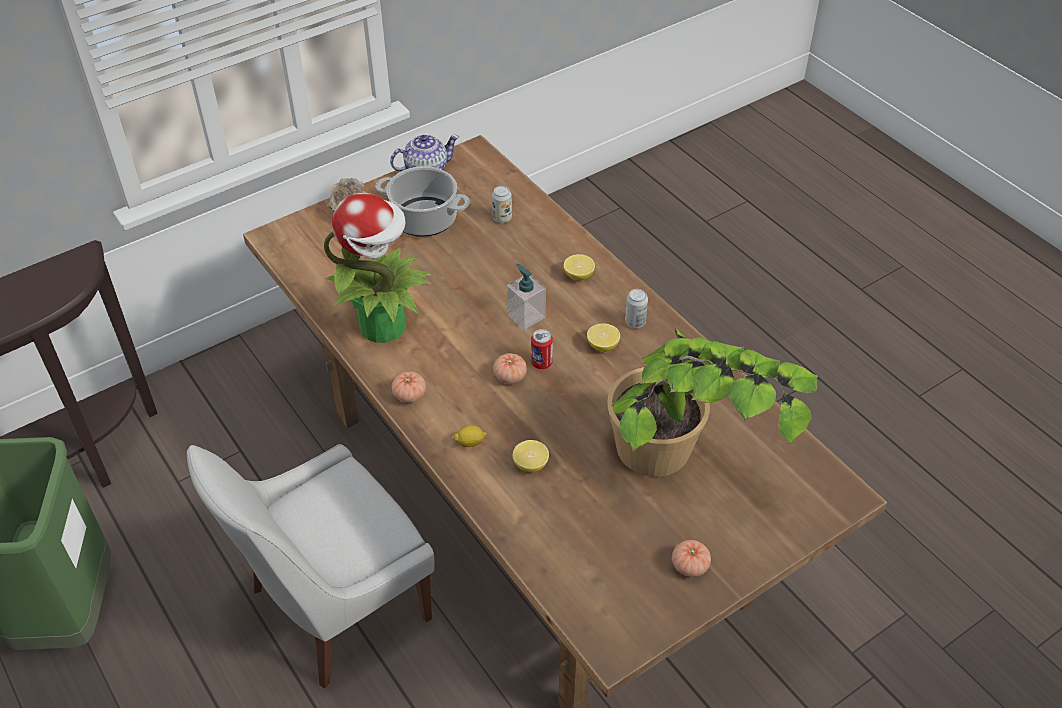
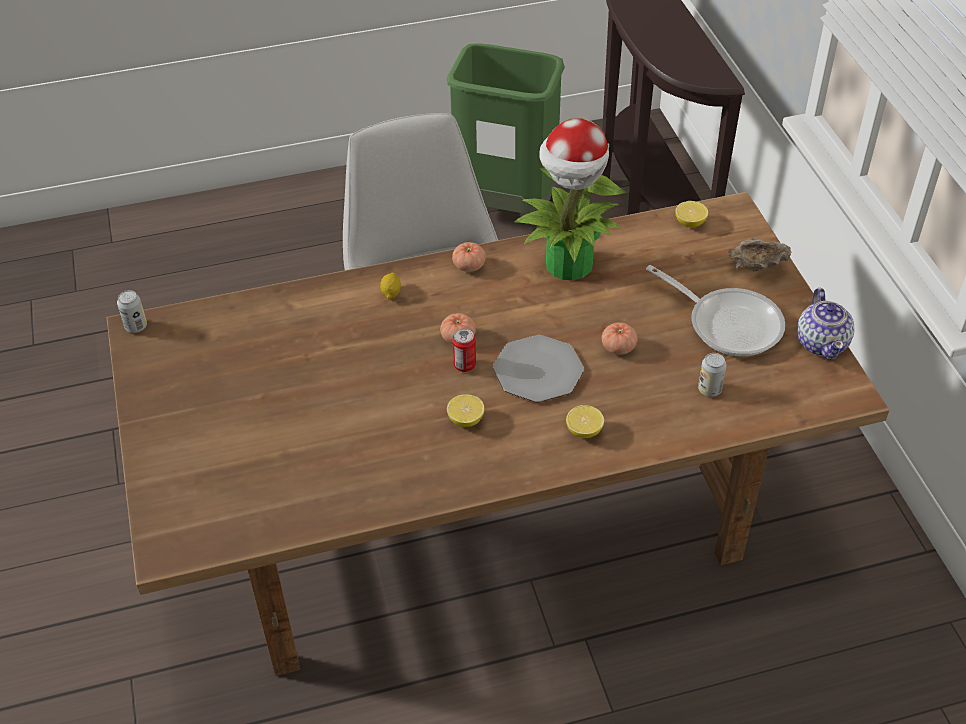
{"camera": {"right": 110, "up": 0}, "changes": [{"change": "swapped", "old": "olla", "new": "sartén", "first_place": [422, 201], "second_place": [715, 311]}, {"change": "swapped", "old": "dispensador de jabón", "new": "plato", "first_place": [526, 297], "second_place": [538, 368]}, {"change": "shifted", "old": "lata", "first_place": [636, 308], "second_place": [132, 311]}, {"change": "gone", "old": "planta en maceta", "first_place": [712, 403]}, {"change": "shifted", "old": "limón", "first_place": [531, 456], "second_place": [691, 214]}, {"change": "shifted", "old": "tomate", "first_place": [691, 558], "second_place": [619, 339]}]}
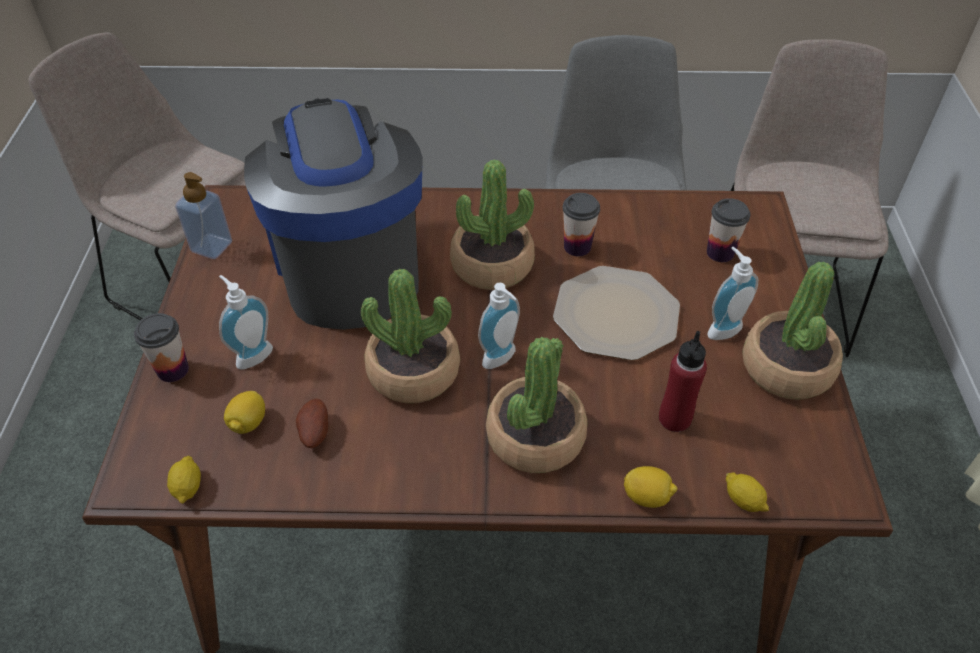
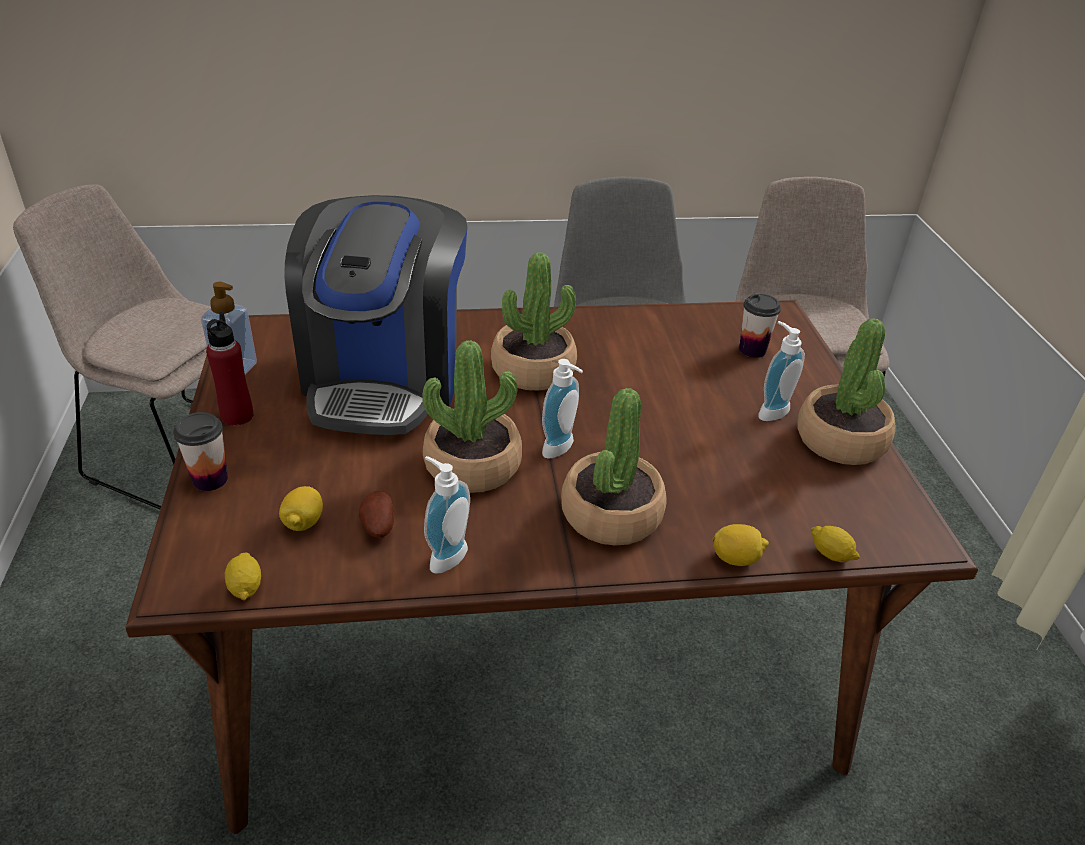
{"camera": {"right": -10, "up": -10}, "changes": [{"change": "rotated", "old": "cafetera", "first_place": [333, 214], "second_place": [375, 315], "degrees": -150}, {"change": "gone", "old": "taza", "first_place": [581, 224]}, {"change": "gone", "old": "plato", "first_place": [616, 313]}, {"change": "shifted", "old": "dispensador de jabón", "first_place": [246, 322], "second_place": [447, 515]}, {"change": "shifted", "old": "botella [rojo]", "first_place": [683, 381], "second_place": [229, 369]}]}
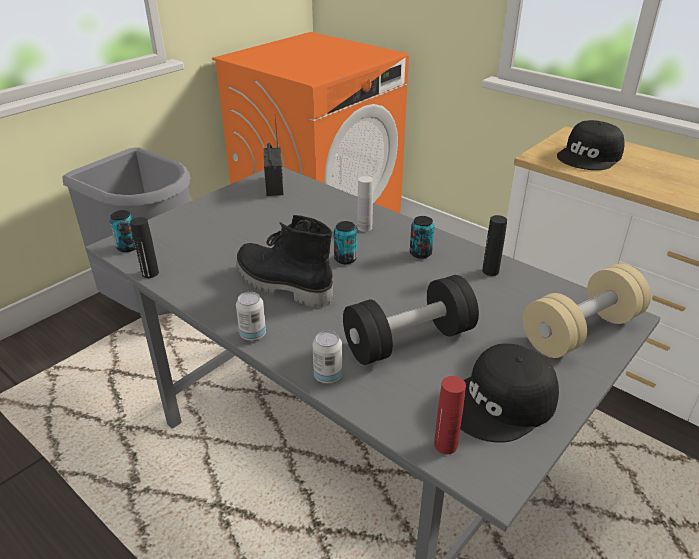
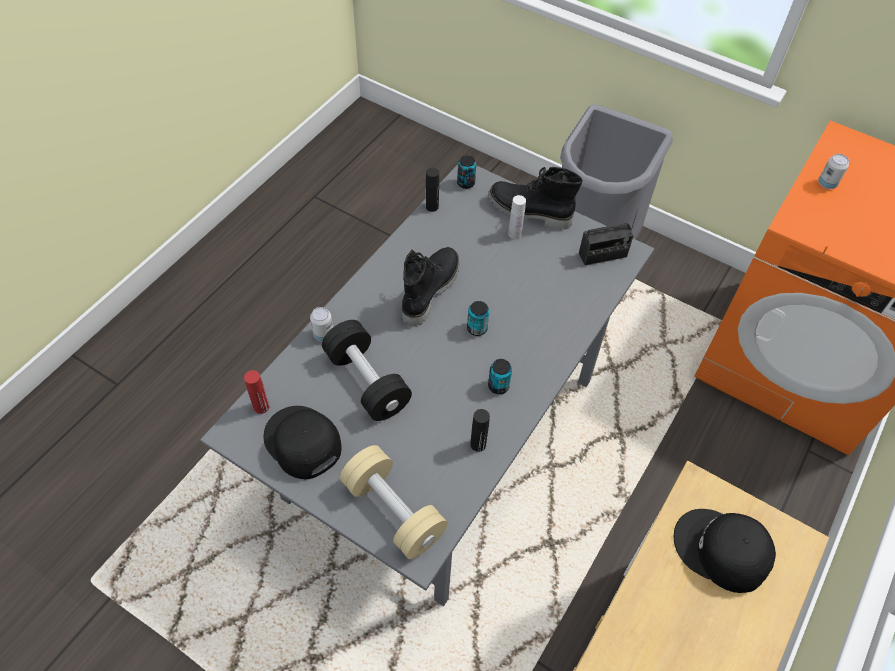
{"camera": {"right": 80, "up": 20}, "changes": [{"change": "shifted", "old": "botella [blanco]", "first_place": [365, 204], "second_place": [517, 217]}, {"change": "shifted", "old": "lata", "first_place": [251, 316], "second_place": [833, 171]}, {"change": "new", "new": "bota [negro]", "second_place": [535, 198]}]}
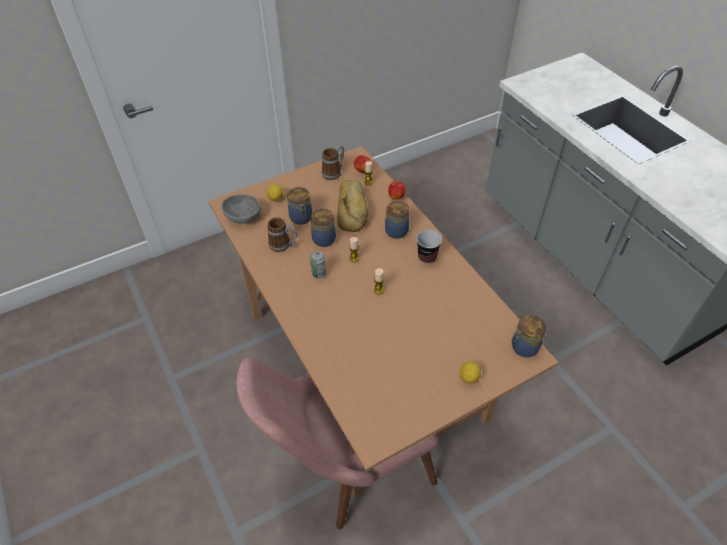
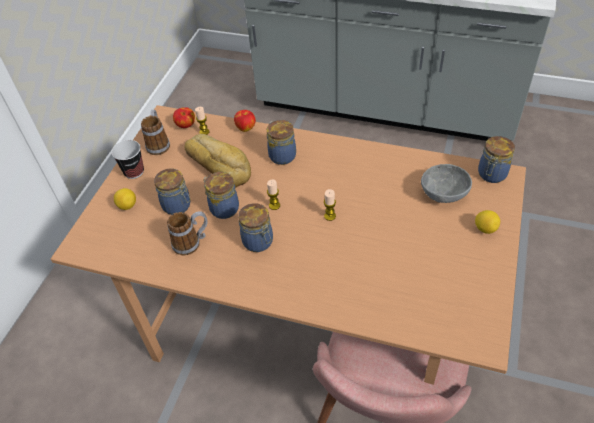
{"camera": {"right": -40, "up": 0}, "changes": [{"change": "shifted", "old": "cuenco [gris]", "first_place": [241, 209], "second_place": [446, 183]}, {"change": "shifted", "old": "taza", "first_place": [429, 247], "second_place": [127, 159]}, {"change": "swapped", "old": "lata", "new": "tarro", "first_place": [318, 265], "second_place": [255, 227]}]}
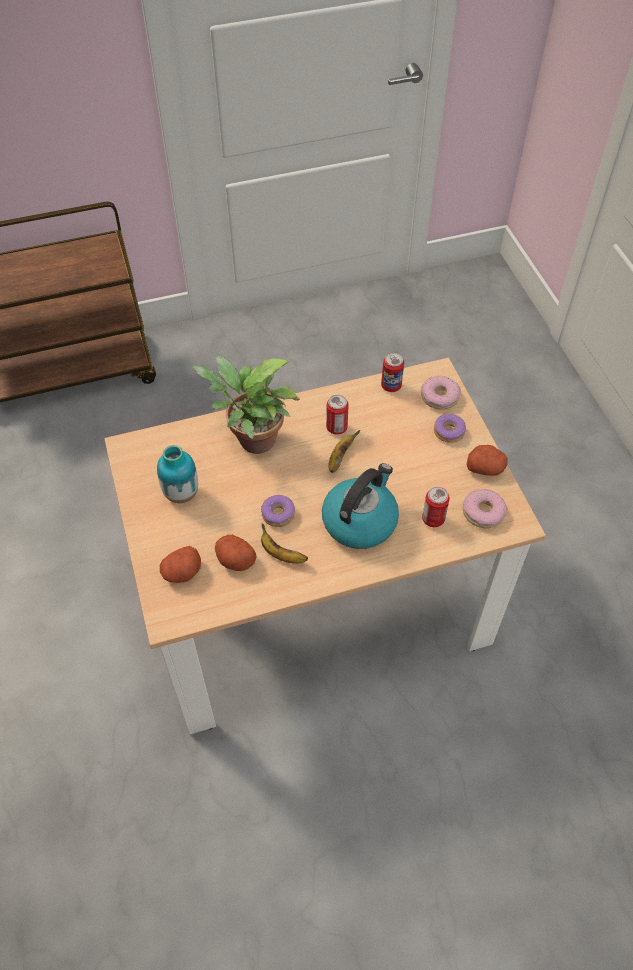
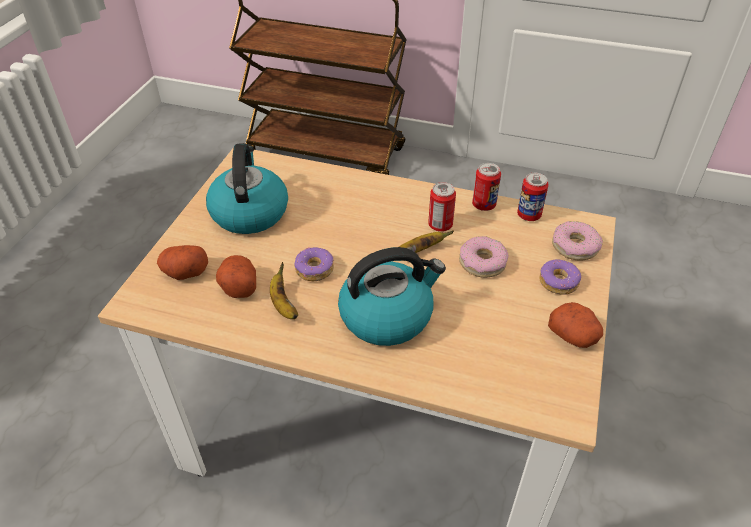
{"camera": {"right": 35, "up": -10}, "changes": [{"change": "gone", "old": "planta en maceta", "first_place": [246, 405]}, {"change": "swapped", "old": "florero", "new": "hervidor", "first_place": [177, 474], "second_place": [247, 188]}, {"change": "shifted", "old": "lata", "first_place": [436, 507], "second_place": [486, 187]}, {"change": "shifted", "old": "rosquilla", "first_place": [485, 508], "second_place": [484, 257]}]}
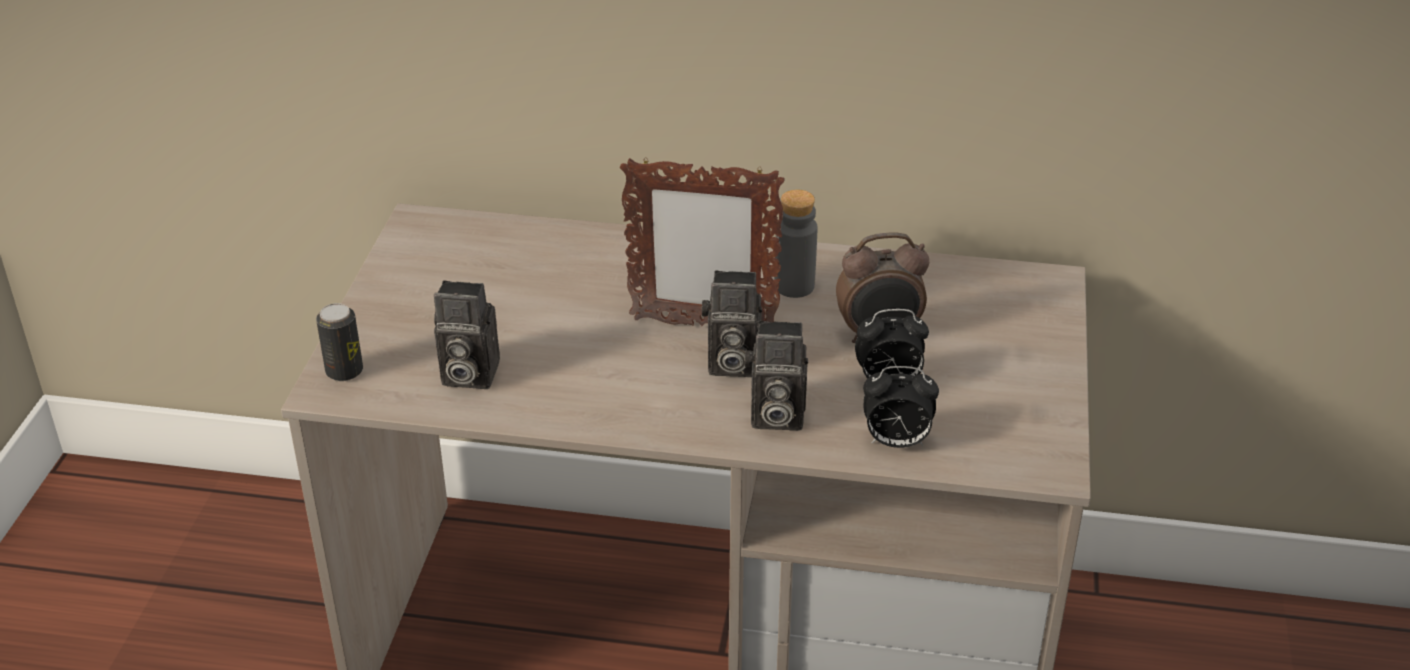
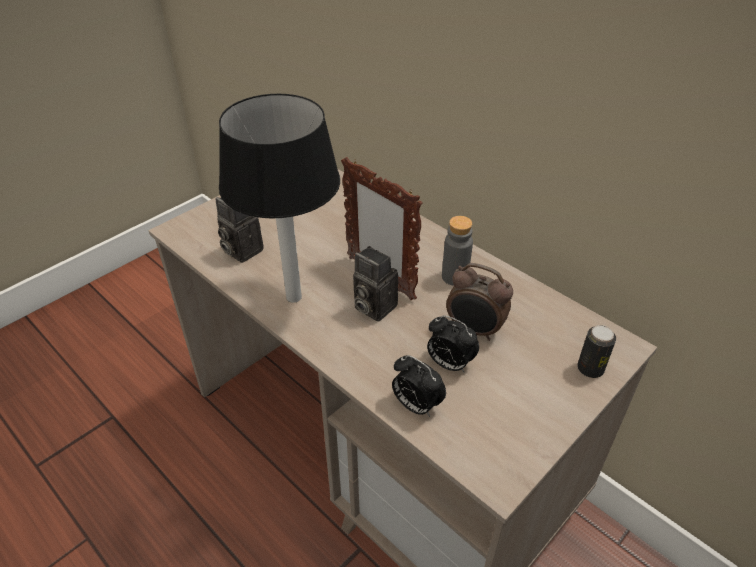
{"camera": {"right": 35, "up": 5}, "changes": [{"change": "shifted", "old": "lata", "first_place": [339, 342], "second_place": [596, 351]}, {"change": "gone", "old": "cámara", "first_place": [776, 376]}, {"change": "new", "new": "lámpara de mesa", "second_place": [279, 198]}]}
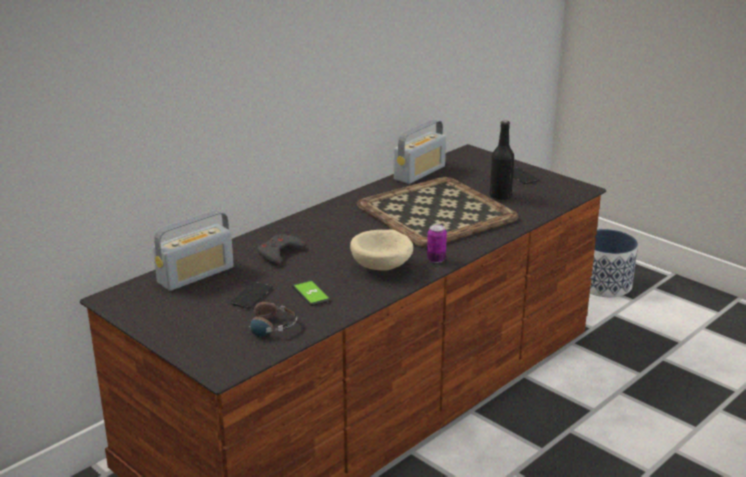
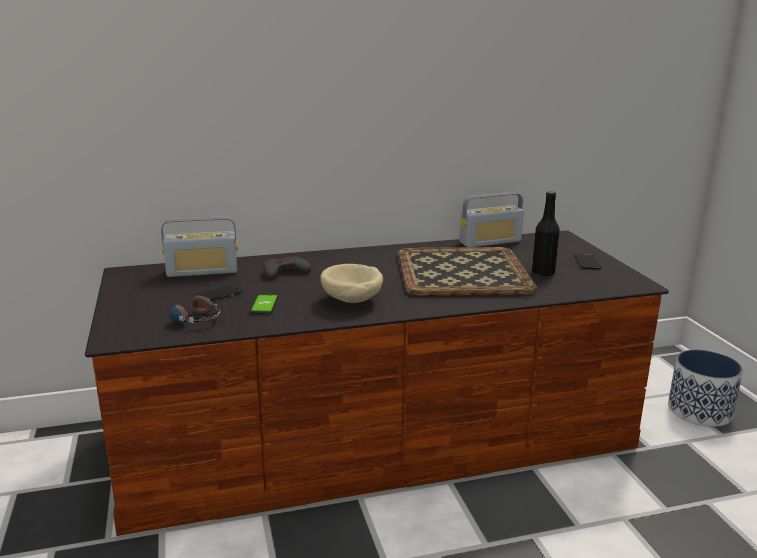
{"camera": {"right": 30, "up": -5}, "changes": [{"change": "gone", "old": "lata", "first_place": [437, 243]}]}
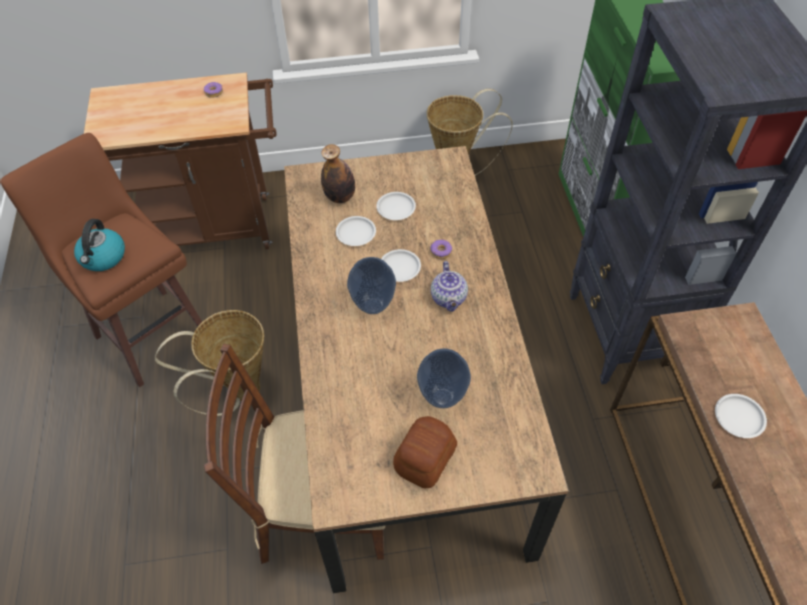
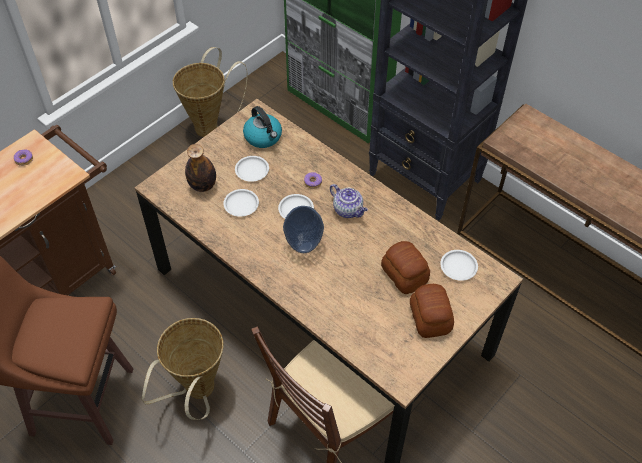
{"camera": {"right": -40, "up": 0}, "changes": [{"change": "shifted", "old": "hervidor", "first_place": [99, 245], "second_place": [262, 127]}, {"change": "swapped", "old": "florero", "new": "pan", "first_place": [444, 378], "second_place": [405, 267]}, {"change": "shifted", "old": "plato [blanco]", "first_place": [741, 416], "second_place": [459, 265]}]}
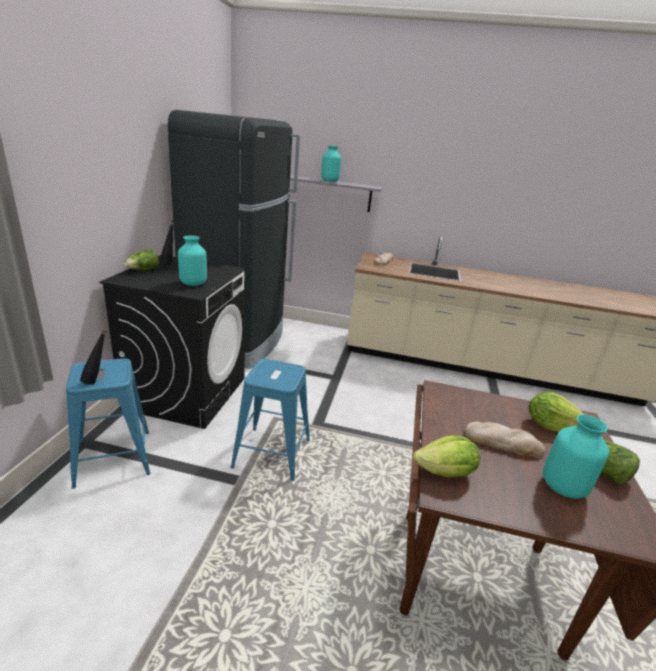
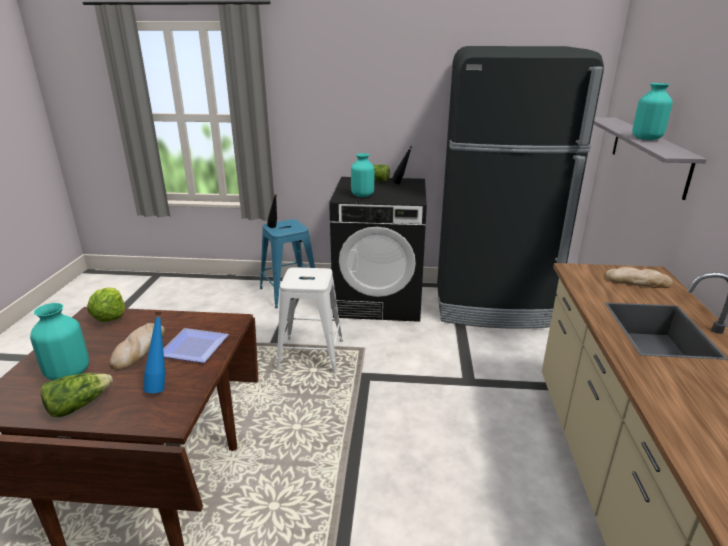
{"camera": {"right": 85, "up": 0}, "changes": [{"change": "repainted", "old": "taburete [azul]", "new": "taburete [blanco]", "first_place": [270, 420], "second_place": [309, 320]}, {"change": "swapped", "old": "lechuga", "new": "botella [azul]", "first_place": [556, 411], "second_place": [154, 352]}, {"change": "new", "new": "plato", "second_place": [196, 345]}]}
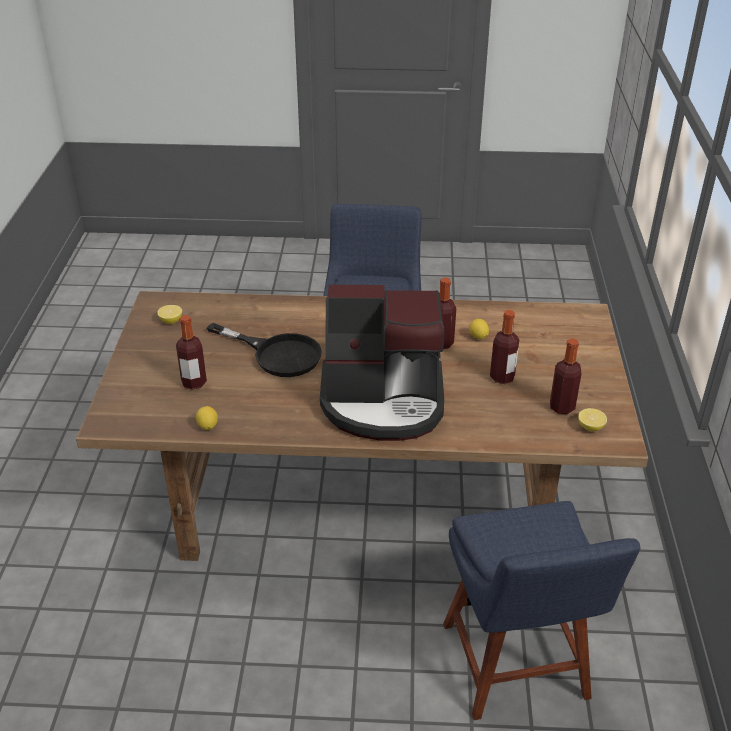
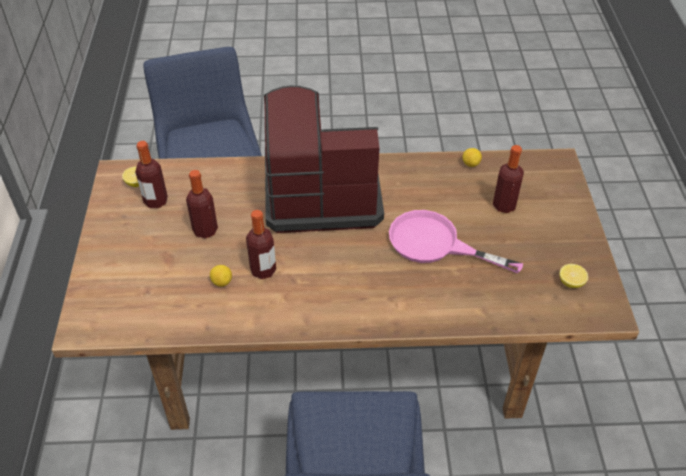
{"camera": {"right": 175, "up": 10}, "changes": [{"change": "repainted", "old": "sartén [negro]", "new": "sartén [rosa]", "first_place": [264, 350], "second_place": [456, 242]}]}
